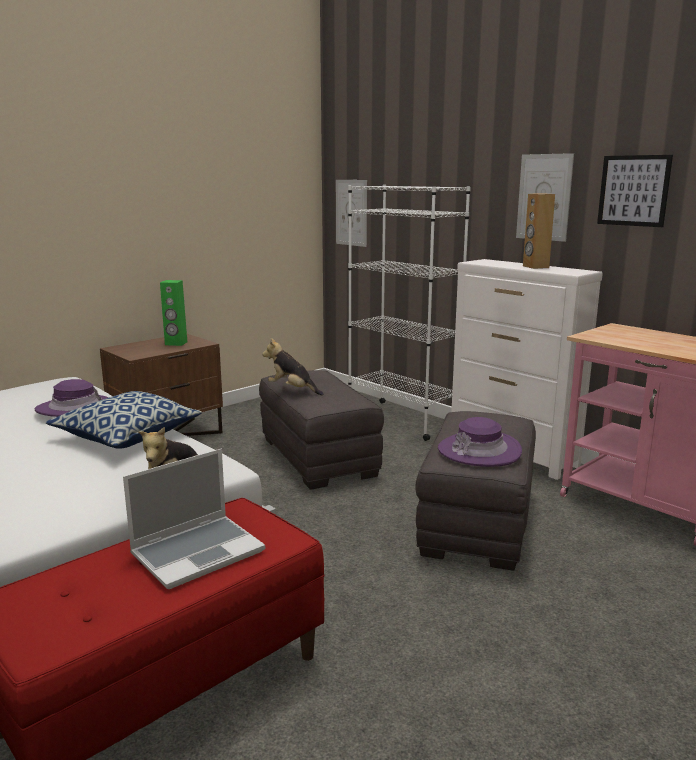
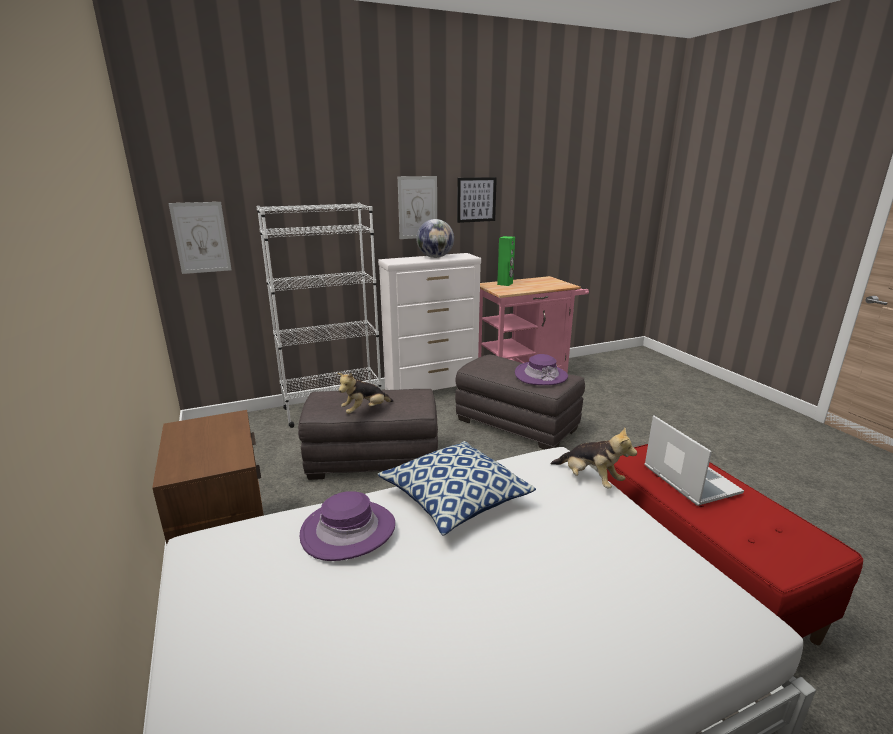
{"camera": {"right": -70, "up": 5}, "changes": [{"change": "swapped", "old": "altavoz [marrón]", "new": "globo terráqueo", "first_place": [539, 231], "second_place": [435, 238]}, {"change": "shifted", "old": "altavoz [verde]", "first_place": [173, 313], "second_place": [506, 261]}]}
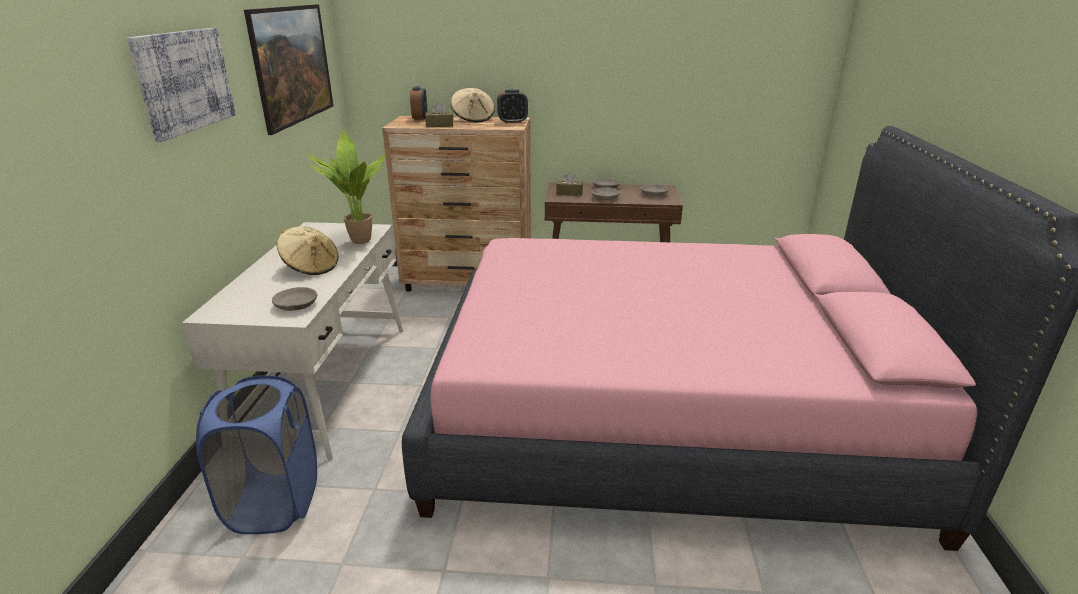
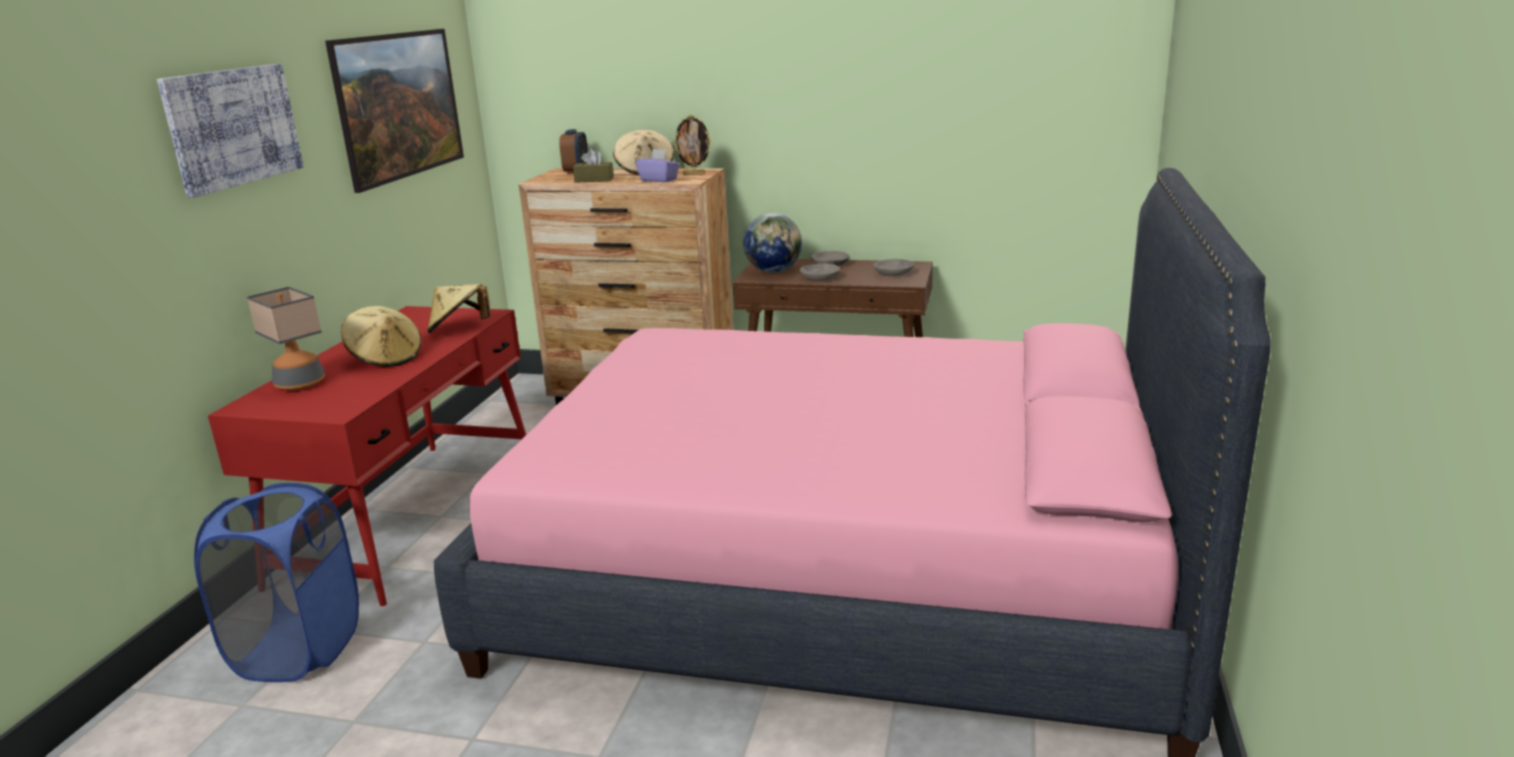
{"camera": {"right": 10, "up": -5}, "changes": [{"change": "swapped", "old": "despertador", "new": "portarretratos", "first_place": [512, 106], "second_place": [692, 144]}, {"change": "swapped", "old": "planta en maceta", "new": "sombrero [beis]", "first_place": [346, 187], "second_place": [458, 308]}, {"change": "swapped", "old": "caja de pañuelos [marrón]", "new": "globo terráqueo", "first_place": [569, 184], "second_place": [772, 243]}, {"change": "repainted", "old": "escritorio [blanco]", "new": "escritorio [rojo]", "first_place": [292, 341], "second_place": [367, 456]}, {"change": "gone", "old": "cuenco [gris]", "first_place": [294, 299]}, {"change": "new", "new": "caja de pañuelos [morado]", "second_place": [658, 165]}, {"change": "new", "new": "lámpara de mesa", "second_place": [286, 339]}]}
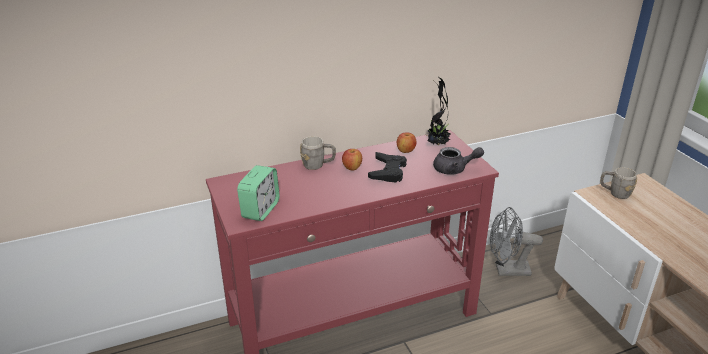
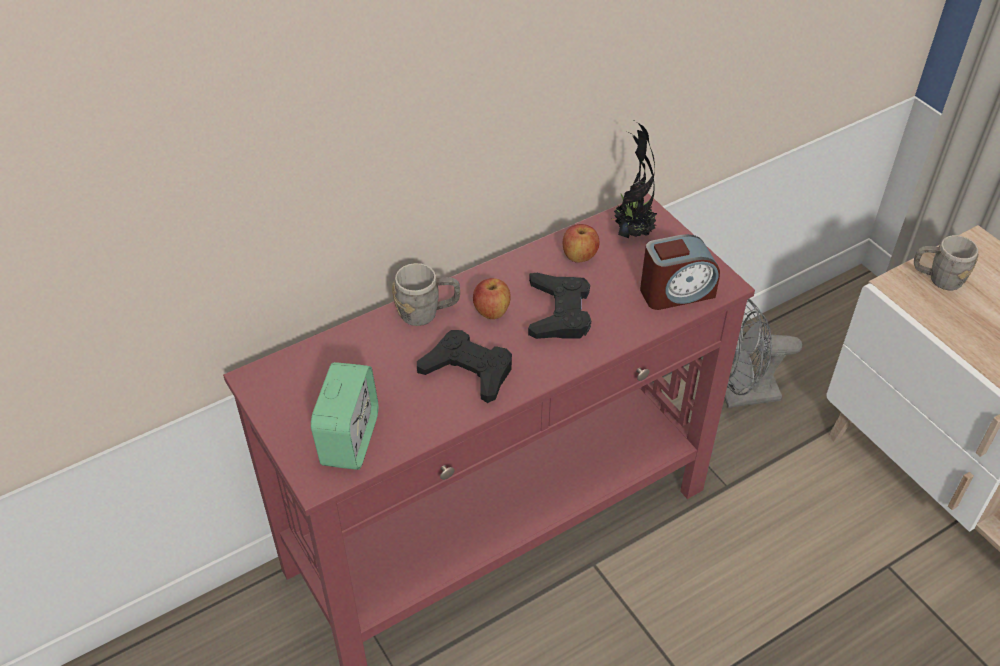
{"camera": {"right": -10, "up": 15}, "changes": [{"change": "swapped", "old": "tetera [gris]", "new": "despertador", "first_place": [458, 161], "second_place": [680, 272]}, {"change": "new", "new": "mando de consola [negro]", "second_place": [464, 366]}]}
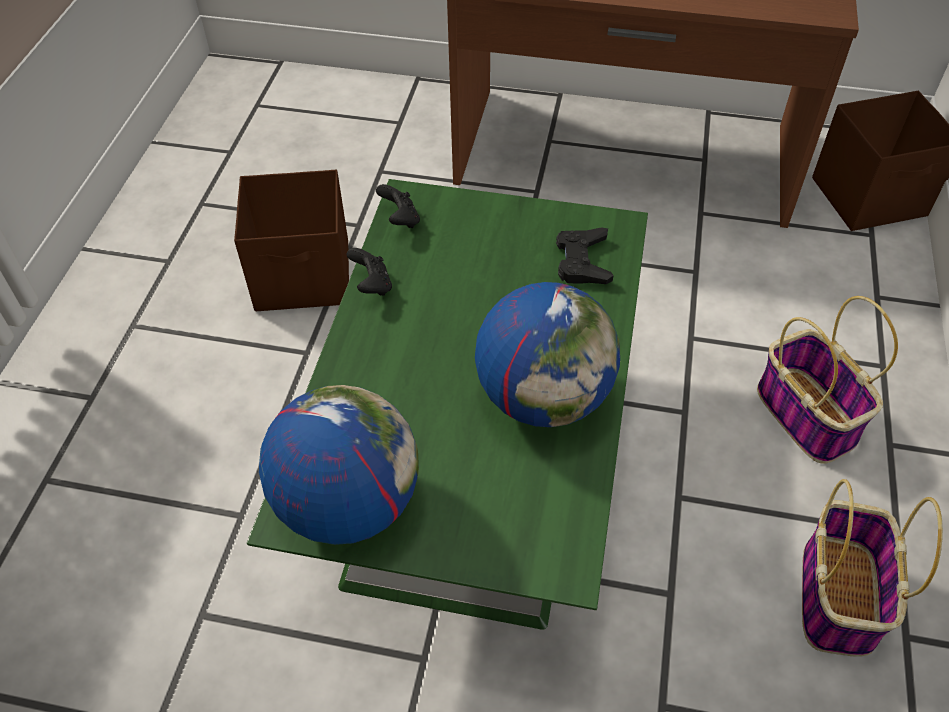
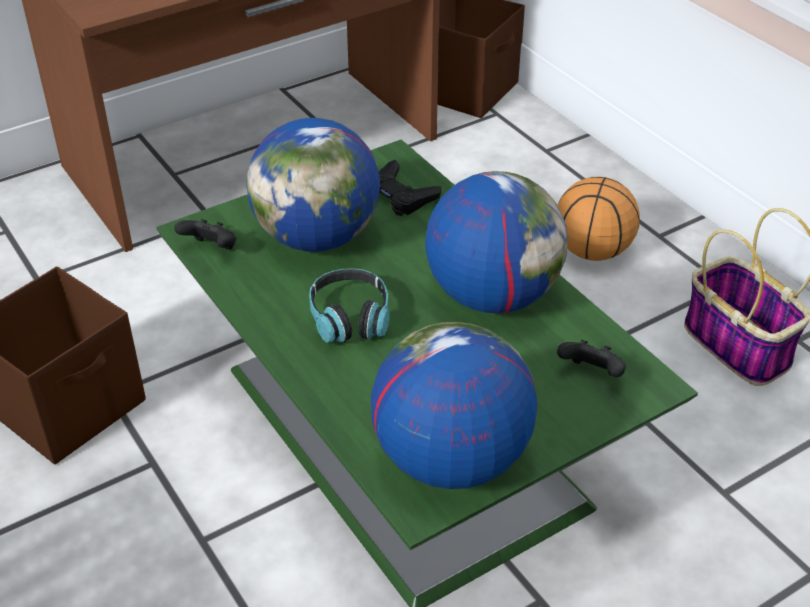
{"camera": {"right": -45, "up": -10}, "changes": [{"change": "shifted", "old": "mando de consola [negro]", "first_place": [369, 272], "second_place": [591, 358]}, {"change": "swapped", "old": "cesta", "new": "balón de baloncesto", "first_place": [827, 380], "second_place": [598, 219]}, {"change": "new", "new": "globo terráqueo", "second_place": [313, 185]}, {"change": "new", "new": "auriculares", "second_place": [349, 305]}]}
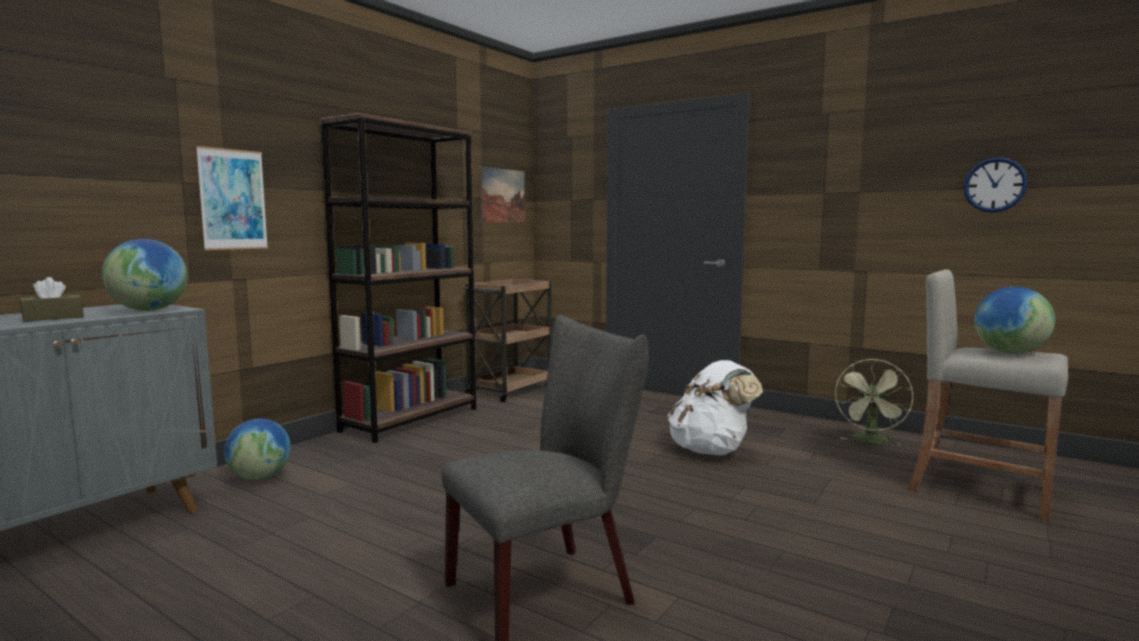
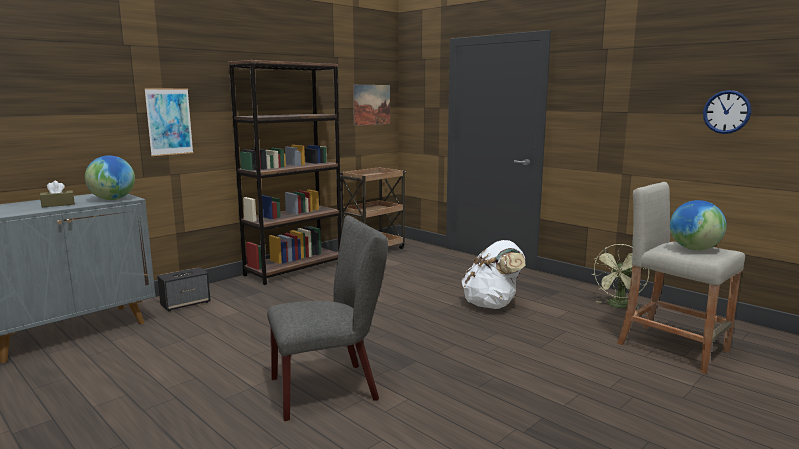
{"camera": {"right": 10, "up": 5}, "changes": [{"change": "swapped", "old": "globo terráqueo", "new": "altavoz", "first_place": [257, 449], "second_place": [183, 289]}]}
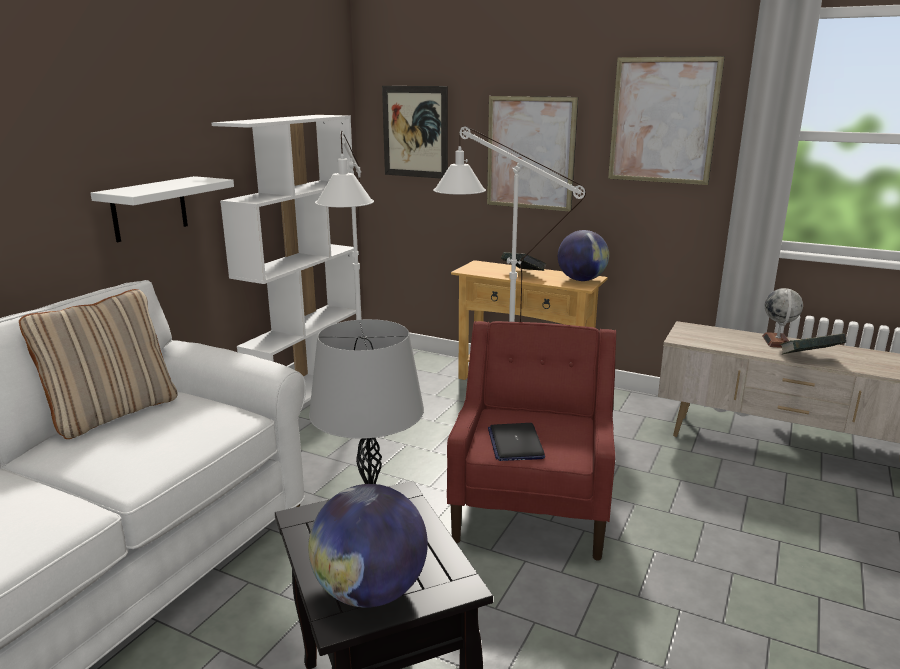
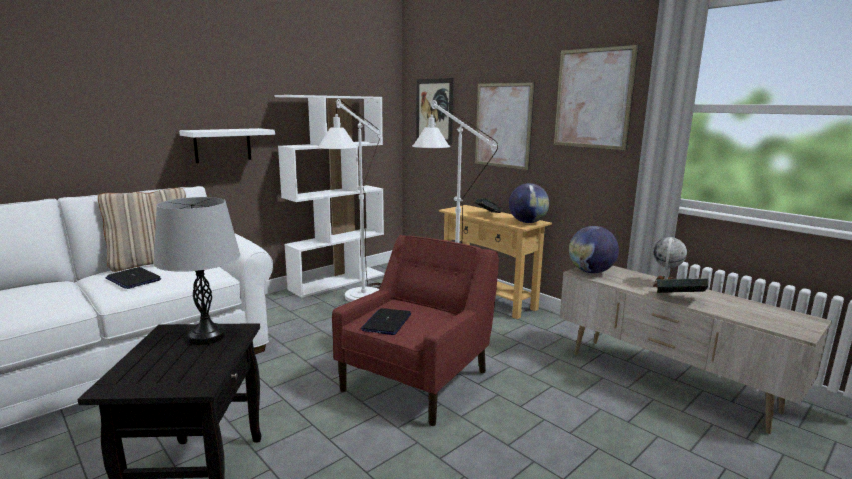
{"camera": {"right": 20, "up": -5}, "changes": [{"change": "shifted", "old": "globo terráqueo", "first_place": [368, 546], "second_place": [594, 249]}, {"change": "new", "new": "portátil", "second_place": [133, 278]}]}
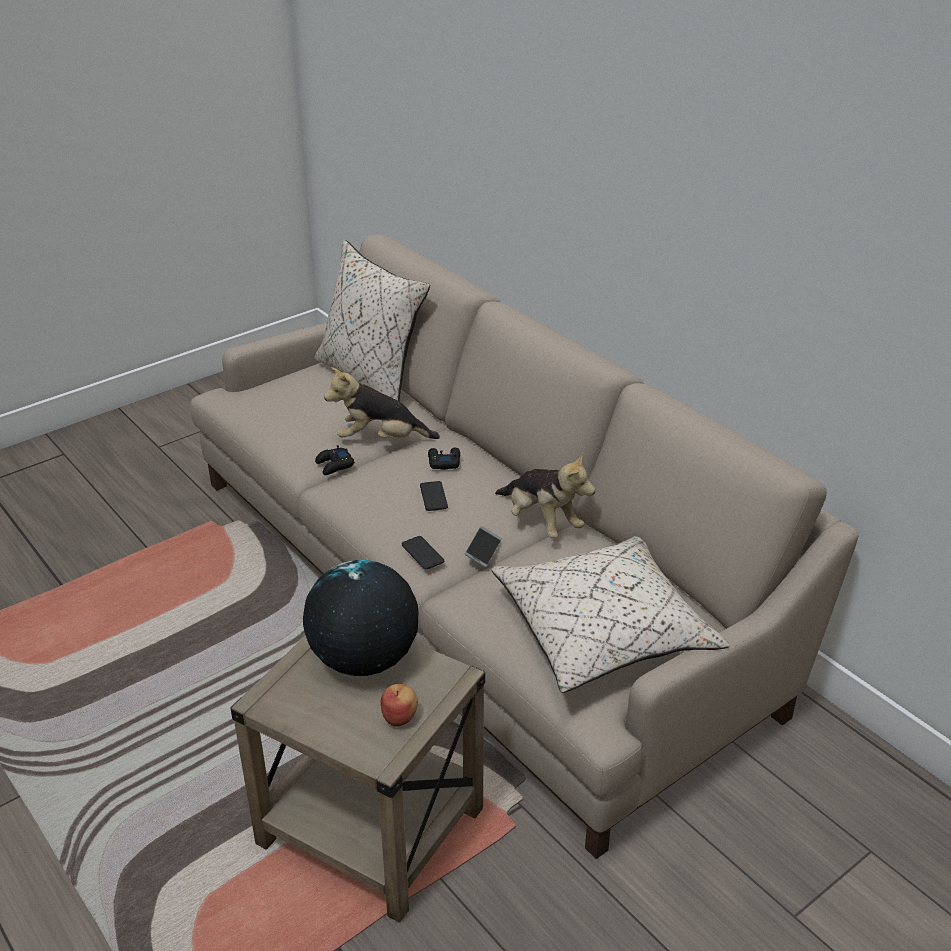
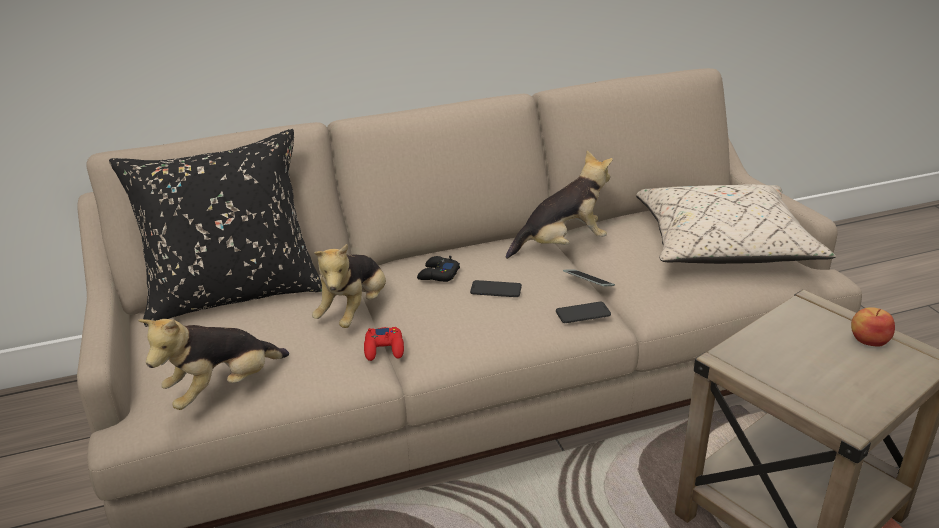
{"camera": {"right": -70, "up": -5}, "changes": [{"change": "repainted", "old": "cojín [beis]", "new": "cojín [negro]", "first_place": [372, 320], "second_place": [215, 228]}, {"change": "repainted", "old": "mando de consola [negro]", "new": "mando de consola [rojo]", "first_place": [334, 460], "second_place": [384, 344]}, {"change": "gone", "old": "globo terráqueo", "first_place": [360, 618]}, {"change": "new", "new": "peluche", "second_place": [213, 364]}]}
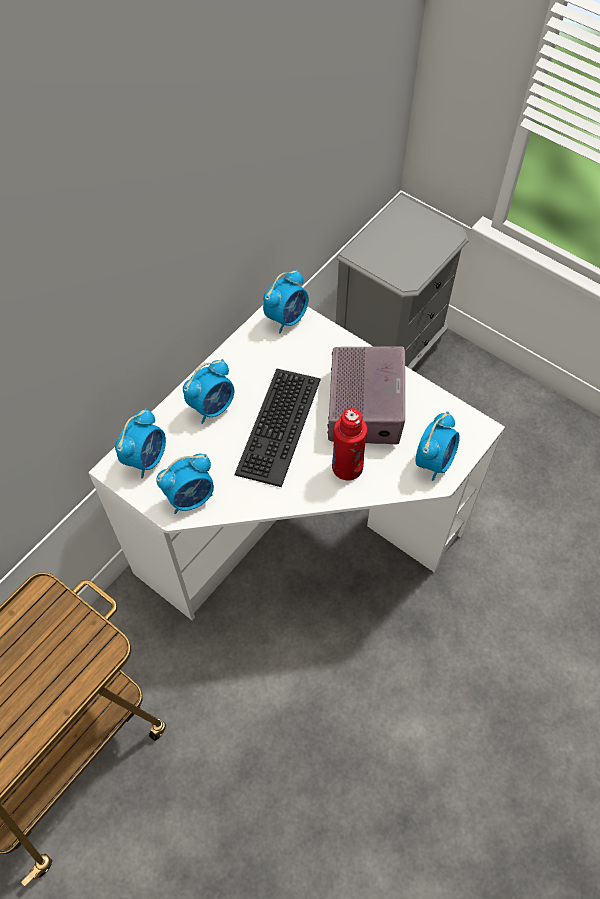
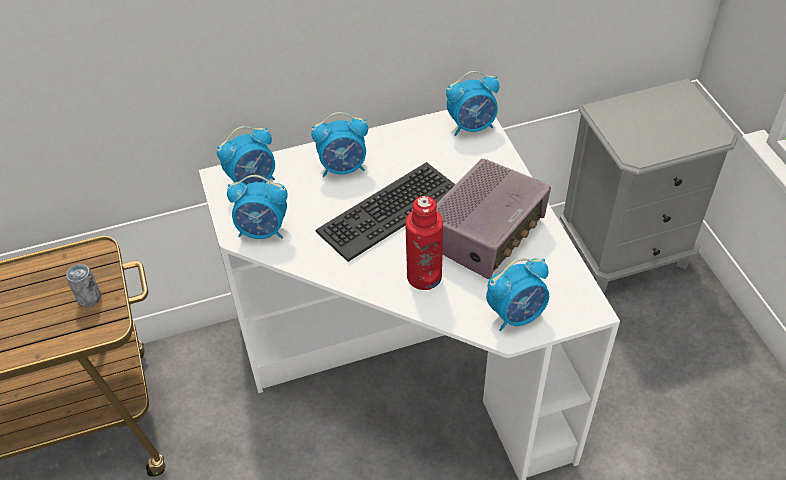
{"camera": {"right": 35, "up": -10}, "changes": [{"change": "new", "new": "lata", "second_place": [84, 285]}]}
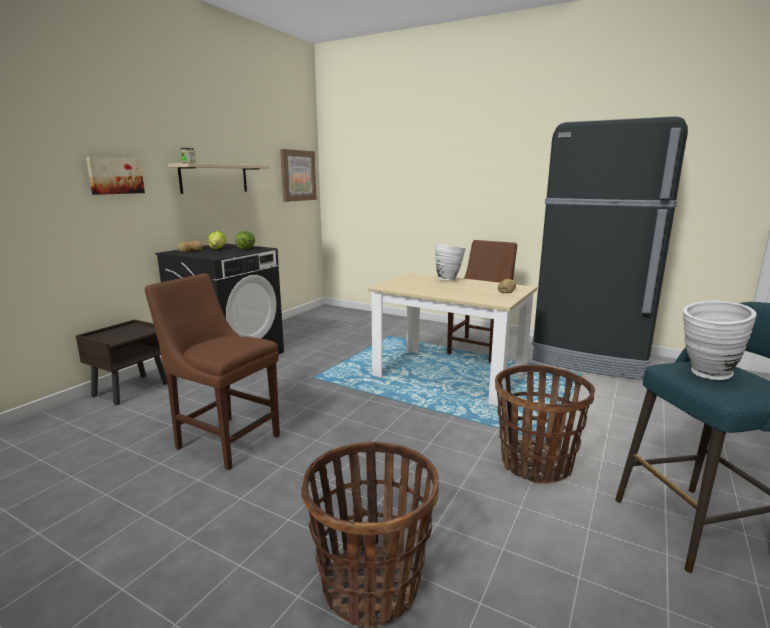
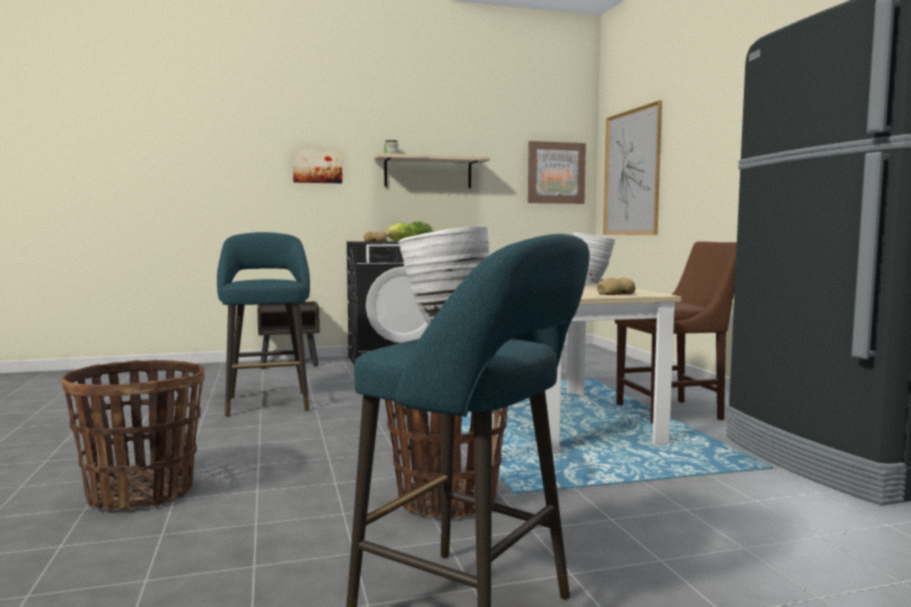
{"camera": {"right": 45, "up": -10}, "changes": [{"change": "swapped", "old": "silla [marrón]", "new": "taburete [turquesa]", "first_place": [212, 371], "second_place": [263, 324]}, {"change": "new", "new": "cuadro", "second_place": [632, 167]}]}
